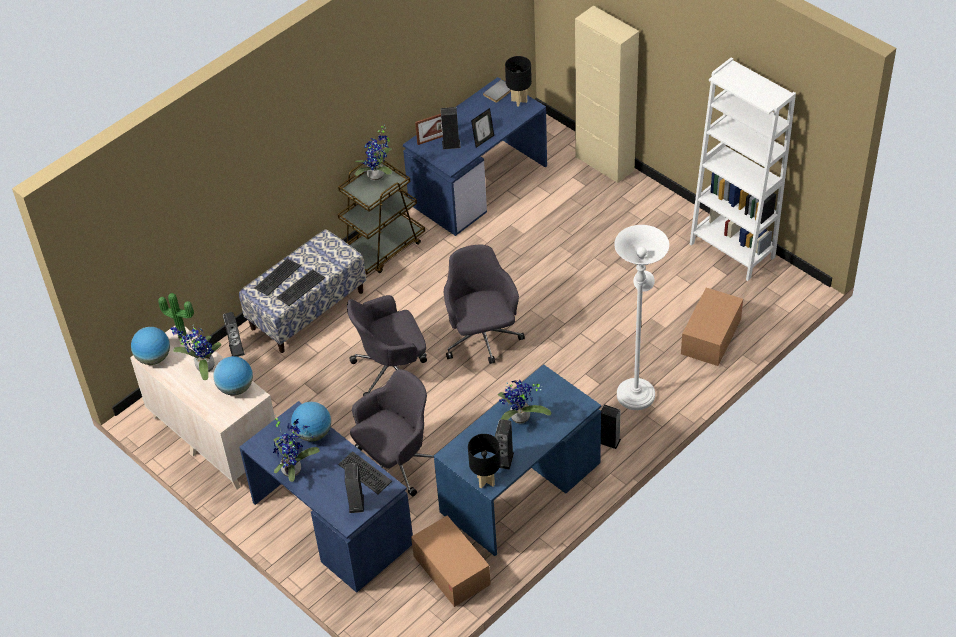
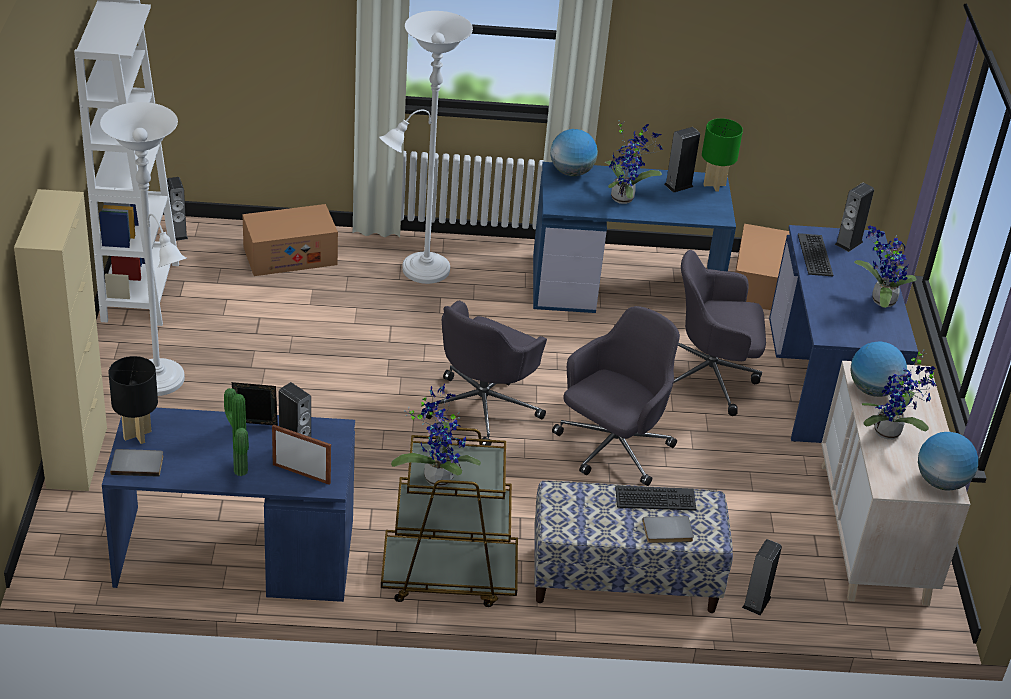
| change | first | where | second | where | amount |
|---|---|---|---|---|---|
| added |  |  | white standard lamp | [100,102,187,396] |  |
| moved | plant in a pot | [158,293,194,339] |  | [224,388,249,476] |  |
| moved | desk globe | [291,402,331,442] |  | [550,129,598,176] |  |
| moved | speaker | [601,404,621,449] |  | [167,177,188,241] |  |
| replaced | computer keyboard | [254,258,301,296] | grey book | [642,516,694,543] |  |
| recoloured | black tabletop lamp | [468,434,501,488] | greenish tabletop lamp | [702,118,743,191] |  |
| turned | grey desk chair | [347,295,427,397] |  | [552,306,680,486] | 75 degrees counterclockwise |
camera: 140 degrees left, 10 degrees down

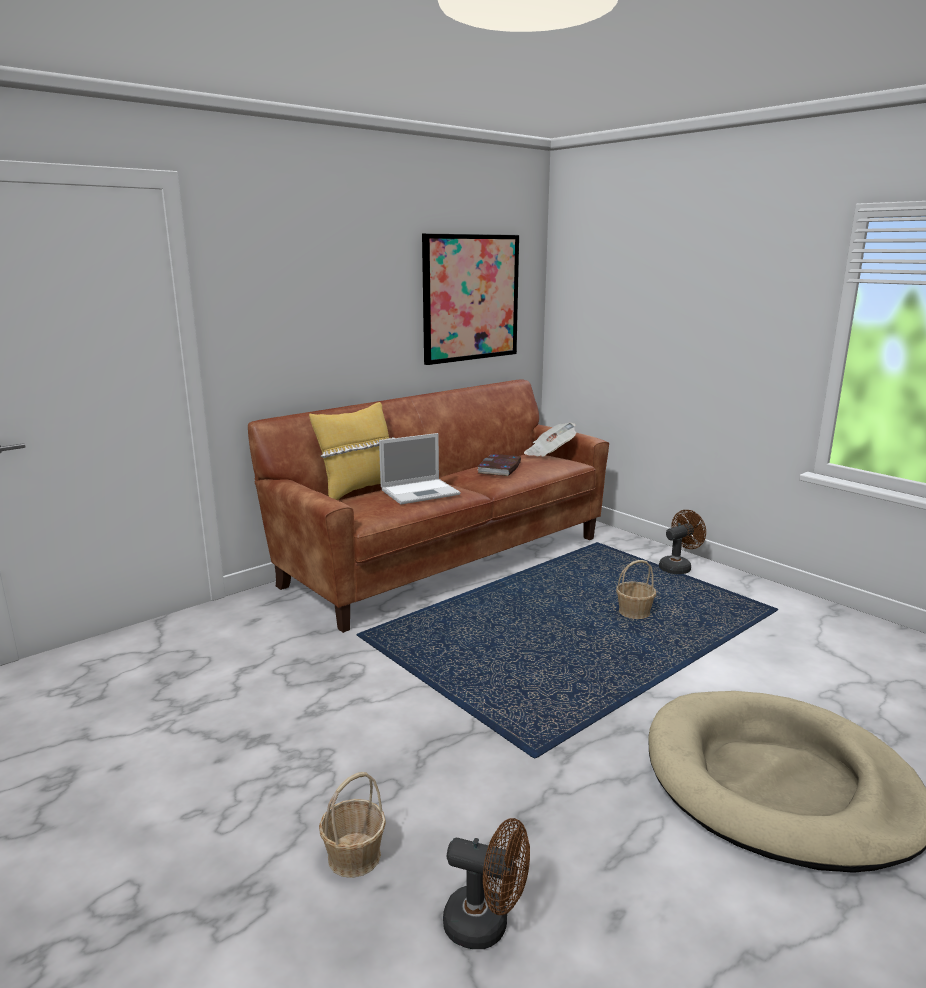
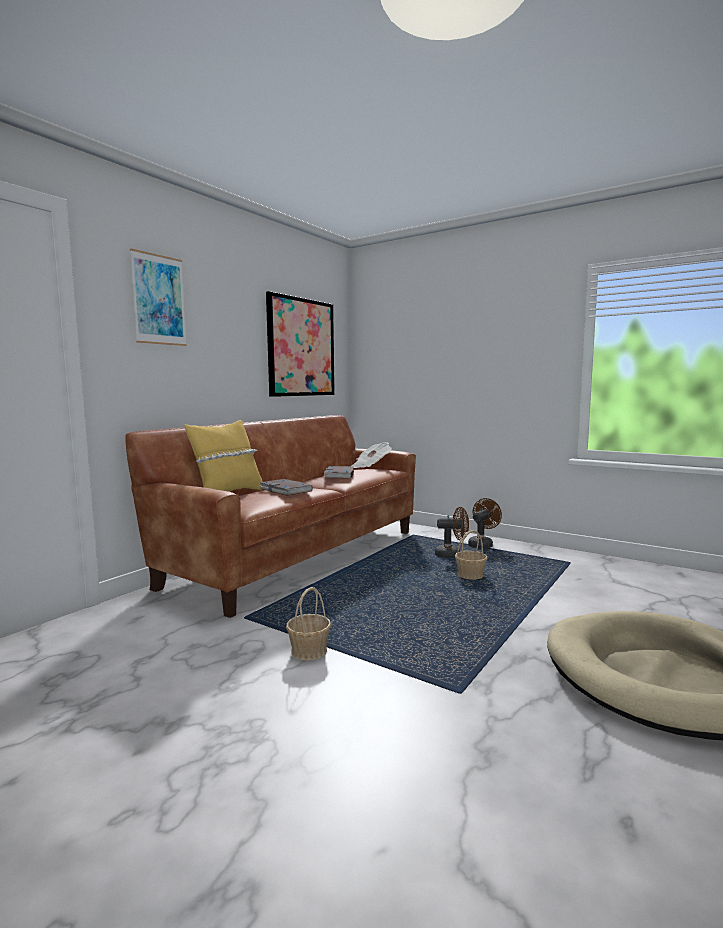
| change | first | where | second | where | amount |
|---|---|---|---|---|---|
| added |  |  | wall art | [130,249,187,346] |  |
| moved | household basket | [319,772,386,878] |  | [286,587,331,661] |  |
| moved | brown-coloured fan | [443,818,530,949] |  | [435,507,469,558] |  |
| replaced | laptop | [379,433,461,505] | book | [259,479,312,496] |  |
camera: 15 degrees left, 10 degrees down

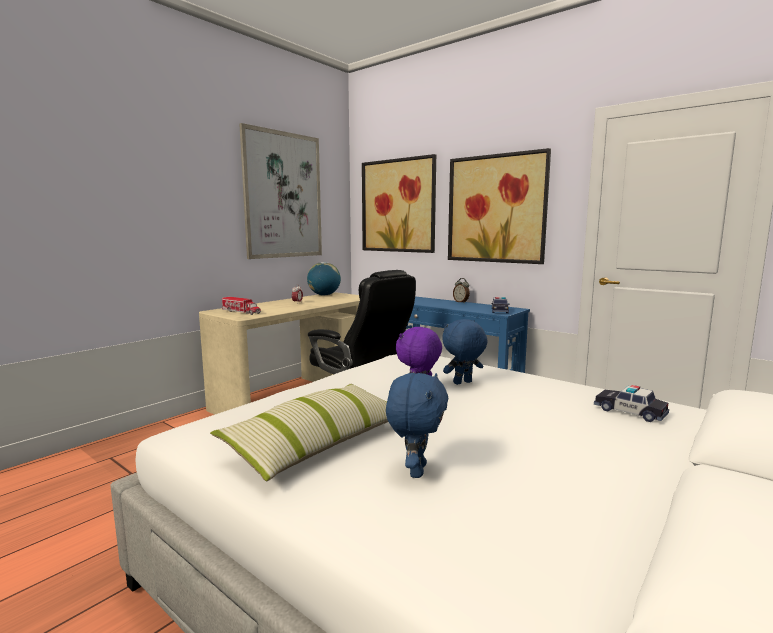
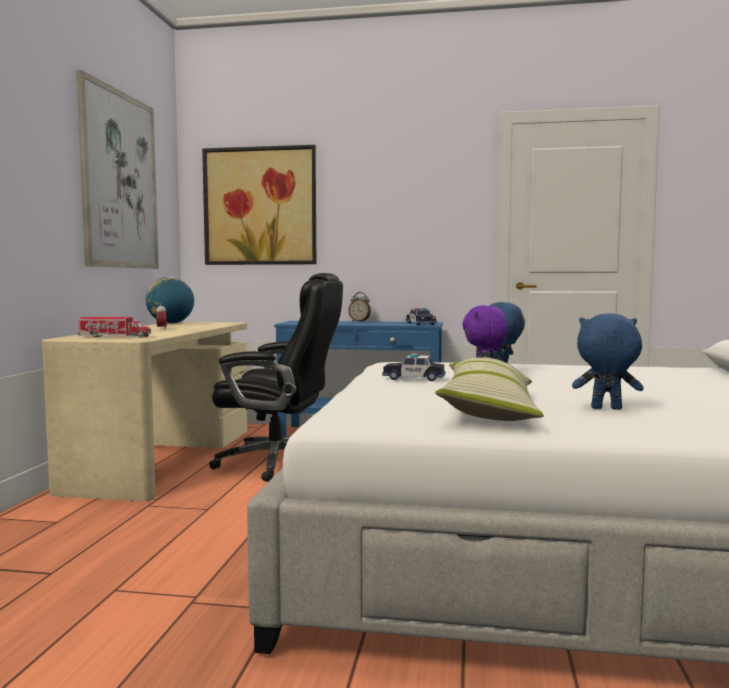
| change | first | where | second | where | amount |
|---|---|---|---|---|---|
| removed | wall art | [448,148,551,264] |  |  |  |
| moved | miniature car | [594,385,669,422] |  | [382,353,445,381] |  |
| turned | blue-coloured soft toy | [386,373,448,478] |  | [572,313,644,410] | 60 degrees counterclockwise |
camera: 30 degrees left, 5 degrees down

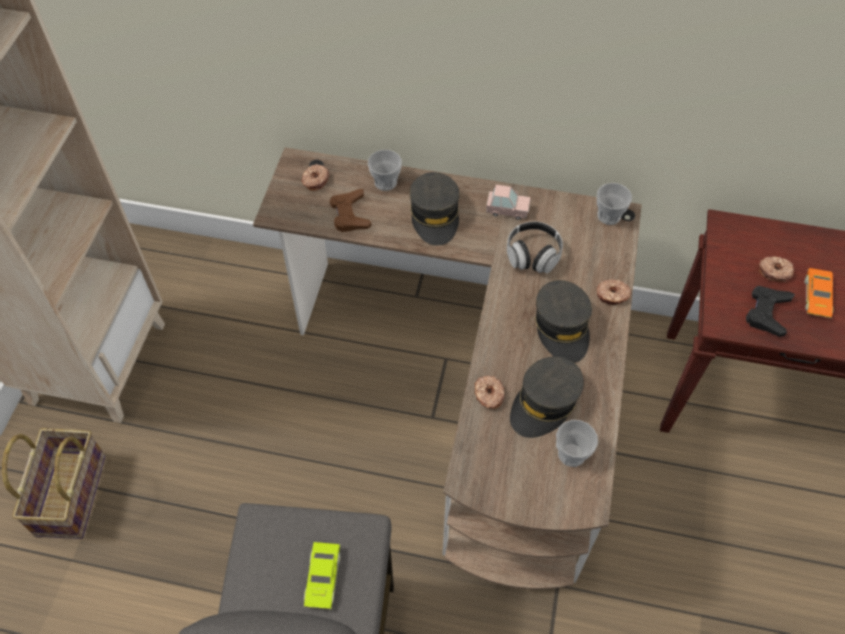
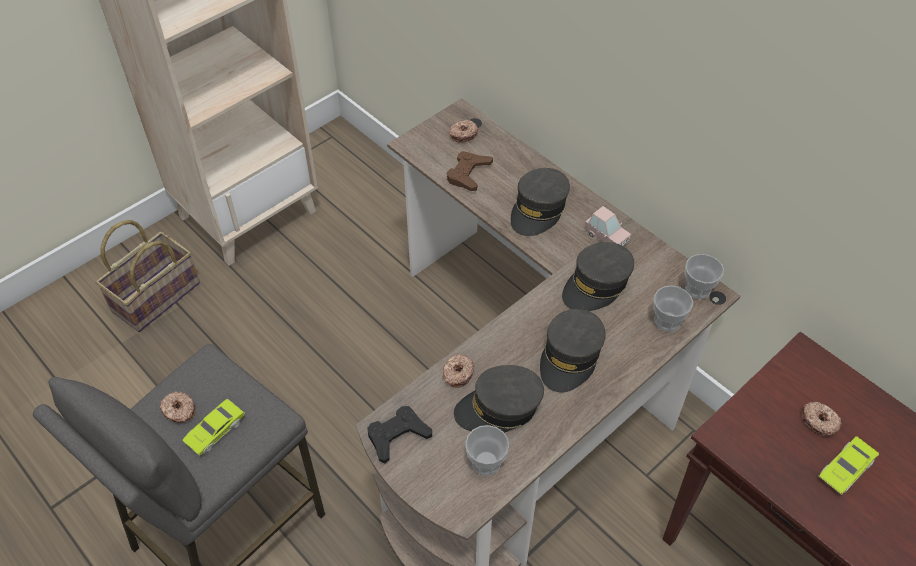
| change | first | where | second | where | amount |
|---|---|---|---|---|---|
| moved | drinking cup | [368,150,402,191] |  | [653,286,693,332] |  |
| moved | doughnut | [597,279,631,305] |  | [160,391,196,423] |  |
| moved | black game controller | [746,286,795,337] |  | [368,406,432,463] |  |
| replaced | headphones | [507,222,563,274] | grey cap | [562,242,634,311] |  |
| recoloured | orange miniature car | [805,268,833,318] | greenish miniature car | [818,436,879,495] |  |
camera: 35 degrees right, 5 degrees down

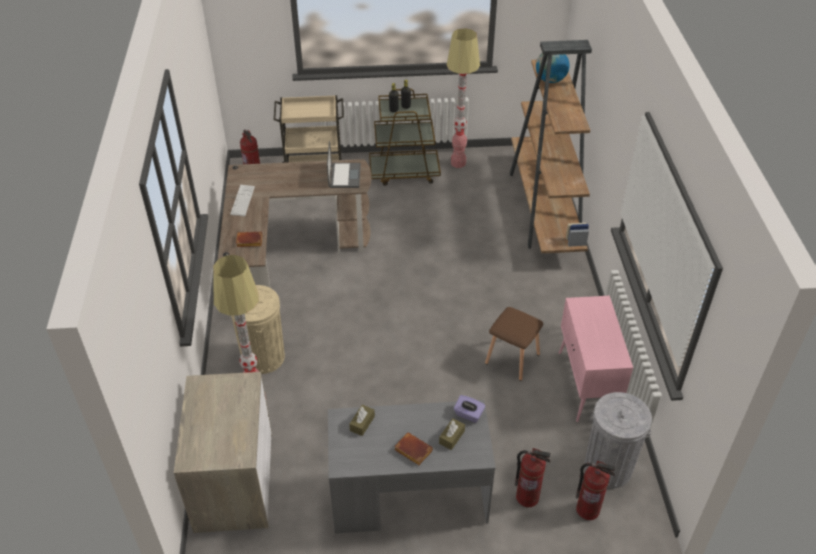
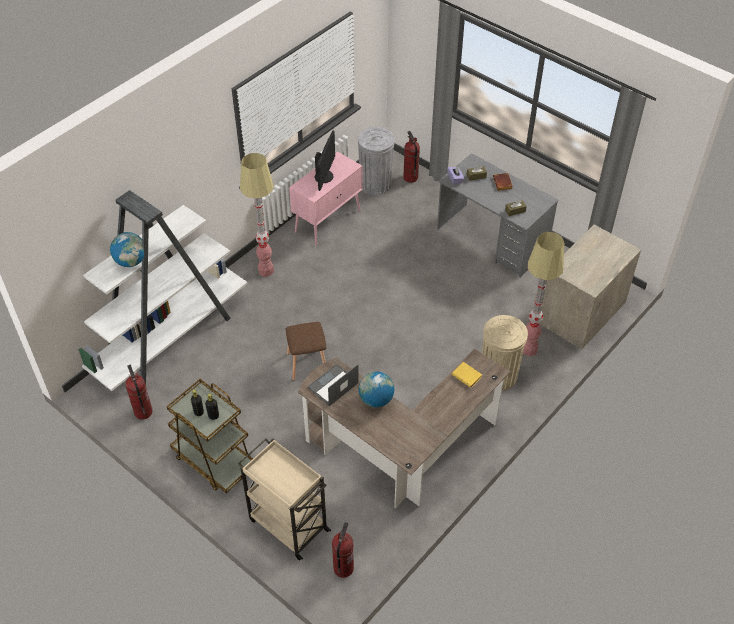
| change | first | where | second | where | amount |
|---|---|---|---|---|---|
| removed | computer keyboard | [230,185,255,216] |  |  |  |
| added |  |  | monitor | [315,130,335,191] |  |
| added |  |  | desk globe | [359,372,395,407] |  |
| moved | standard lamp | [447,28,480,168] |  | [240,153,274,277] |  |
| moved | brown-coloured stool | [485,307,543,381] |  | [286,322,326,381] |  |
| moved | fire extinguisher | [515,448,551,507] |  | [125,365,153,420] |  |
| recoloured | brown-coloured book | [236,232,263,247] | yellow book | [452,362,482,388] |  |
| recoloured | brown-coloured bookcase | [510,40,592,253] | white bookcase | [79,190,248,391] |  |
camera: 135 degrees left, 5 degrees up

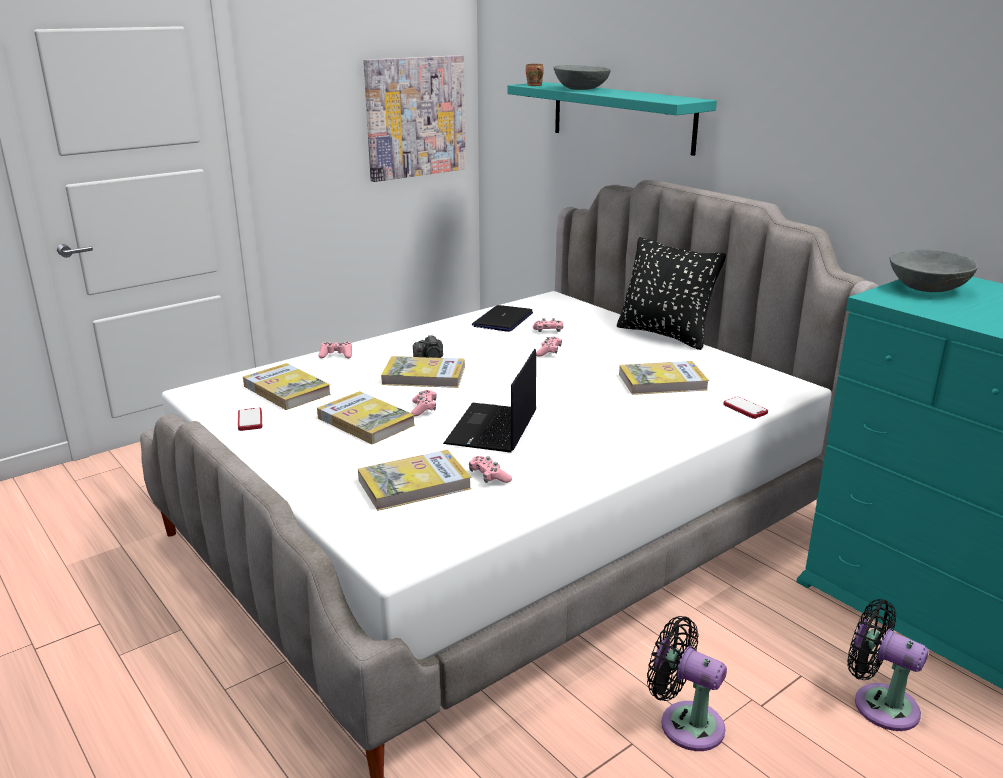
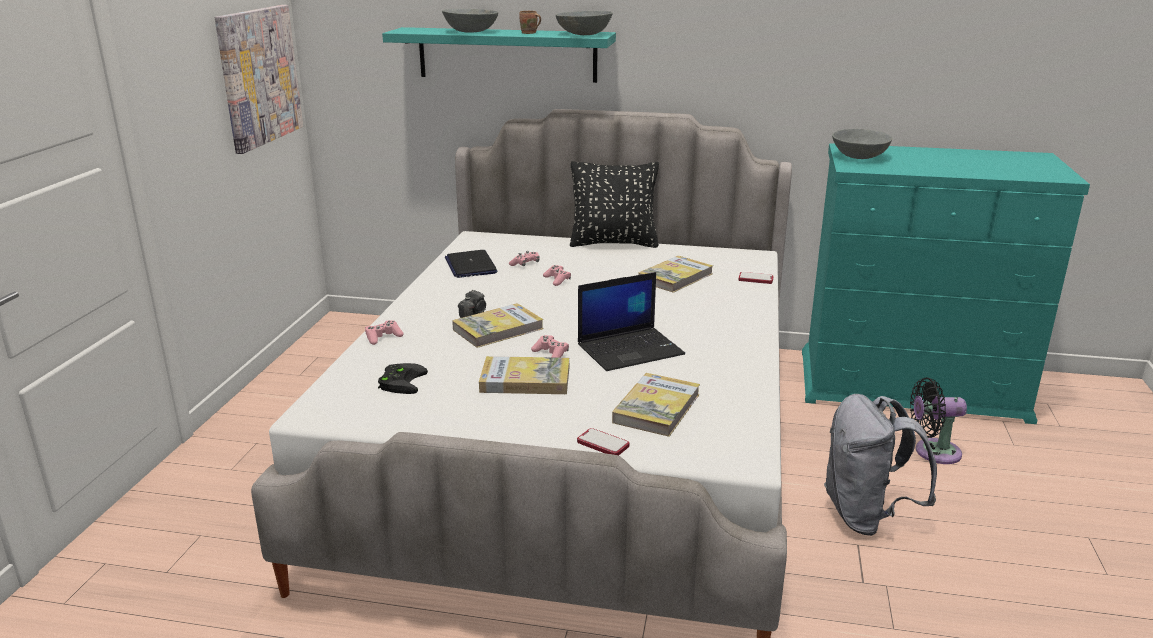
| change | first | where | second | where | amount |
|---|---|---|---|---|---|
| removed | pink game controller | [469,456,512,483] |  |  |  |
| added |  |  | grey serving bowl | [556,11,613,35] |  |
| moved | phone | [238,408,262,431] |  | [577,428,629,455] |  |
| moved | brown-coloured mug | [526,64,544,86] |  | [519,11,541,34] |  |
| replaced | book | [243,363,331,410] | black game controller | [378,363,428,394] |  |
| replaced | black fan | [647,616,727,751] | grey knapsack | [824,394,937,536] |  |
| turned | laptop | [443,349,536,453] |  | [578,272,685,371] | 90 degrees counterclockwise |
camera: 40 degrees left, 0 degrees up

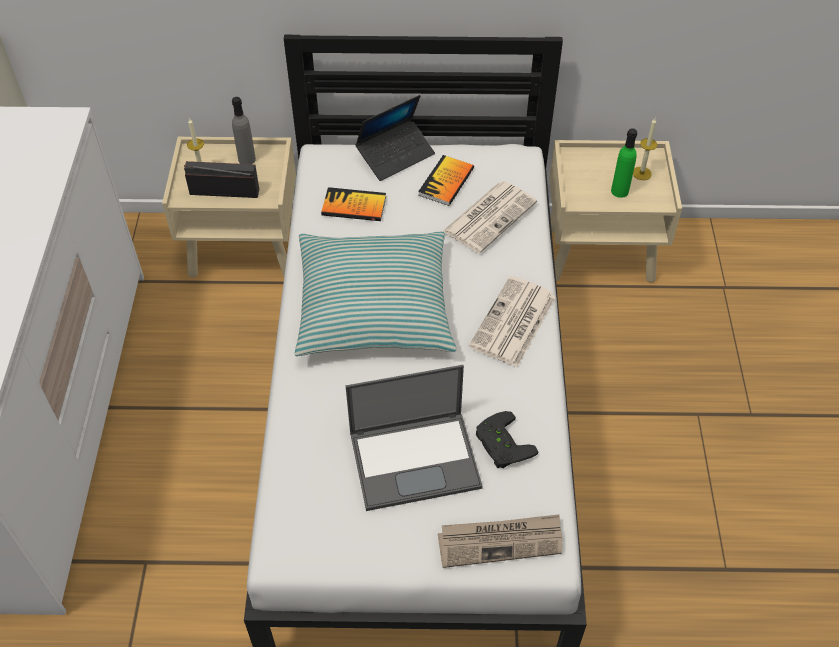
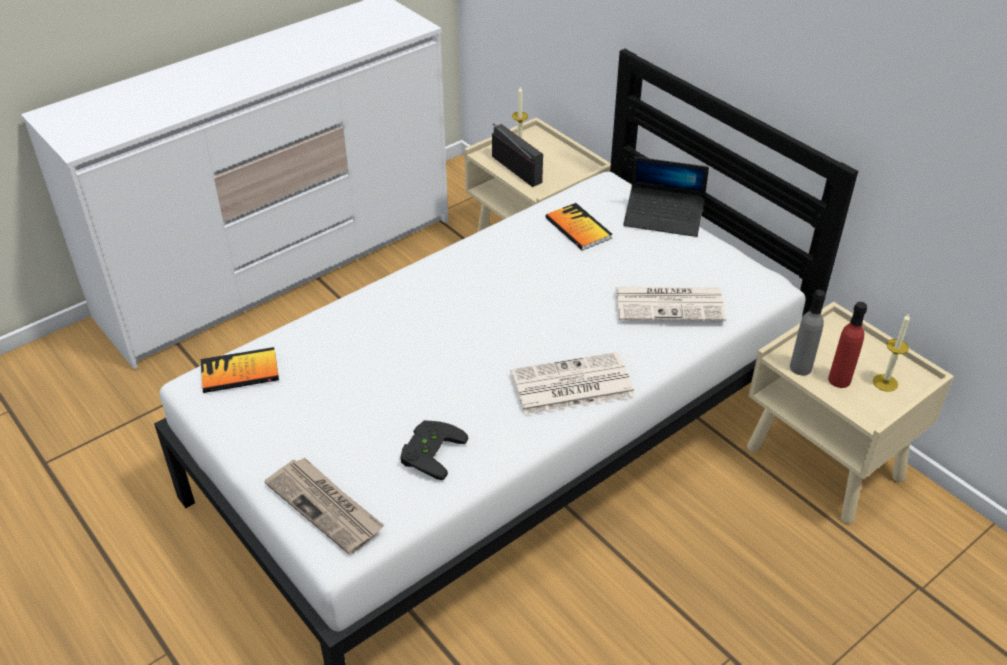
| change | first | where | second | where | amount |
|---|---|---|---|---|---|
| removed | pillow | [295,232,456,356] |  |  |  |
| removed | laptop | [346,365,482,511] |  |  |  |
| moved | grey beverage bottle | [232,97,256,164] |  | [790,290,826,376] |  |
| moved | book | [418,155,474,206] |  | [201,347,279,393] |  |
| recoloured | greenish beverage bottle | [611,128,637,198] | red-coloured beverage bottle | [828,302,867,388] |  |
camera: 50 degrees right, 10 degrees down

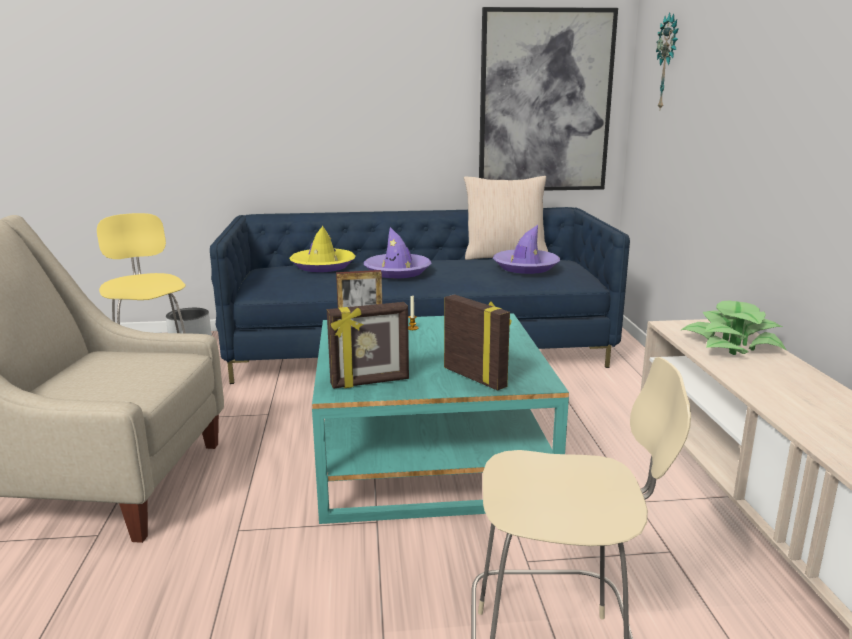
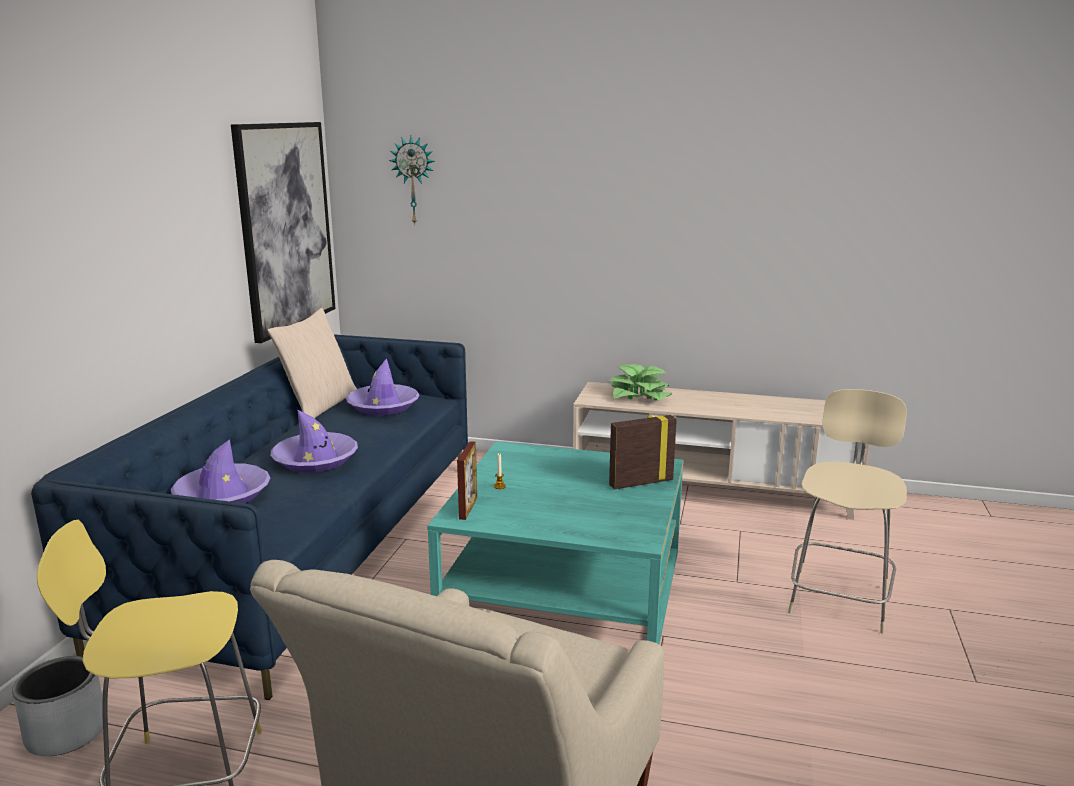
| change | first | where | second | where | amount |
|---|---|---|---|---|---|
| removed | standing frame | [327,302,409,389] |  |  |  |
| recoloured | yellow clothing hat | [289,226,356,272] | purplish clothing hat | [171,439,271,503] |  |
camera: 70 degrees left, 0 degrees up

